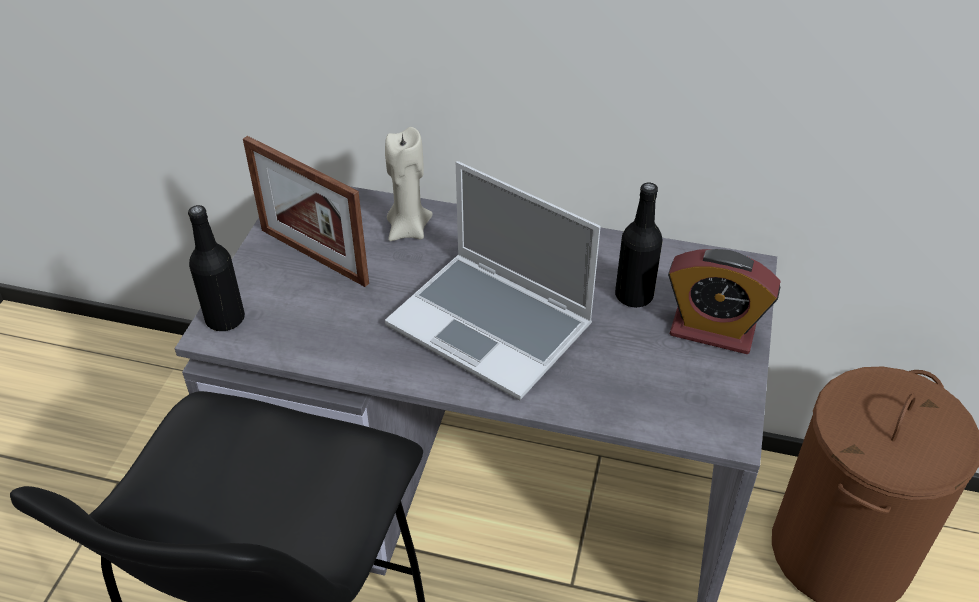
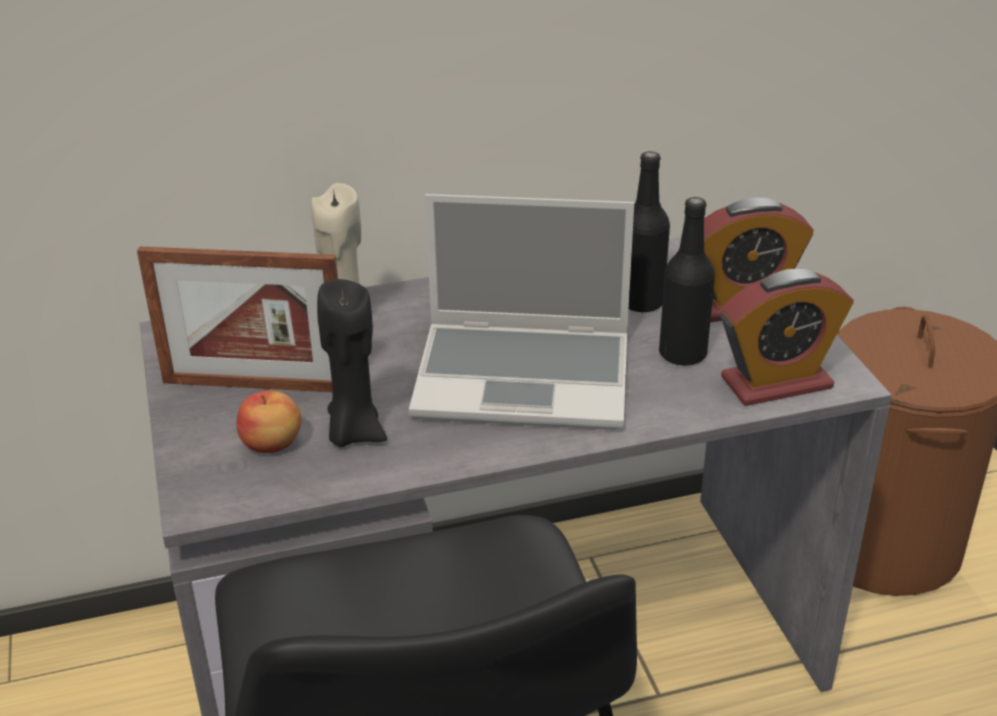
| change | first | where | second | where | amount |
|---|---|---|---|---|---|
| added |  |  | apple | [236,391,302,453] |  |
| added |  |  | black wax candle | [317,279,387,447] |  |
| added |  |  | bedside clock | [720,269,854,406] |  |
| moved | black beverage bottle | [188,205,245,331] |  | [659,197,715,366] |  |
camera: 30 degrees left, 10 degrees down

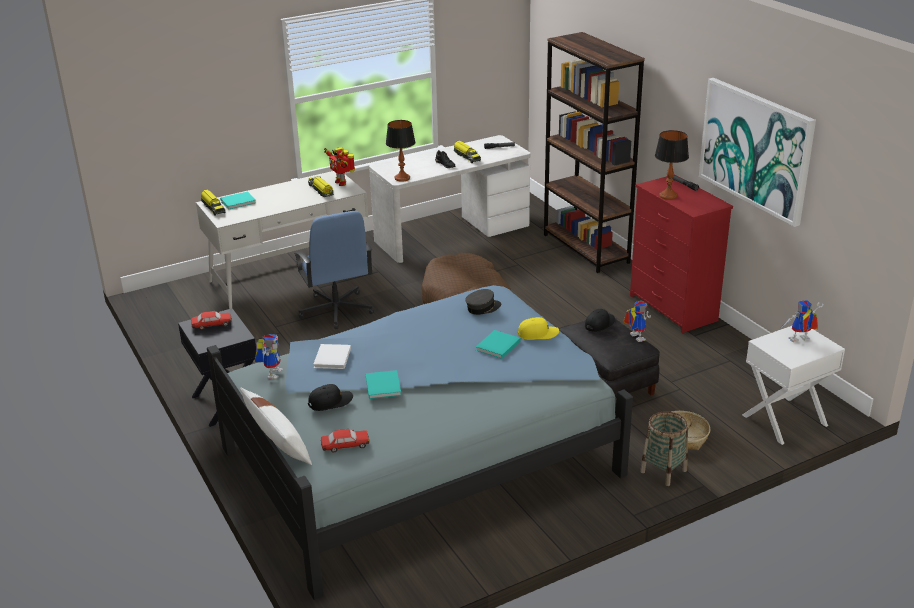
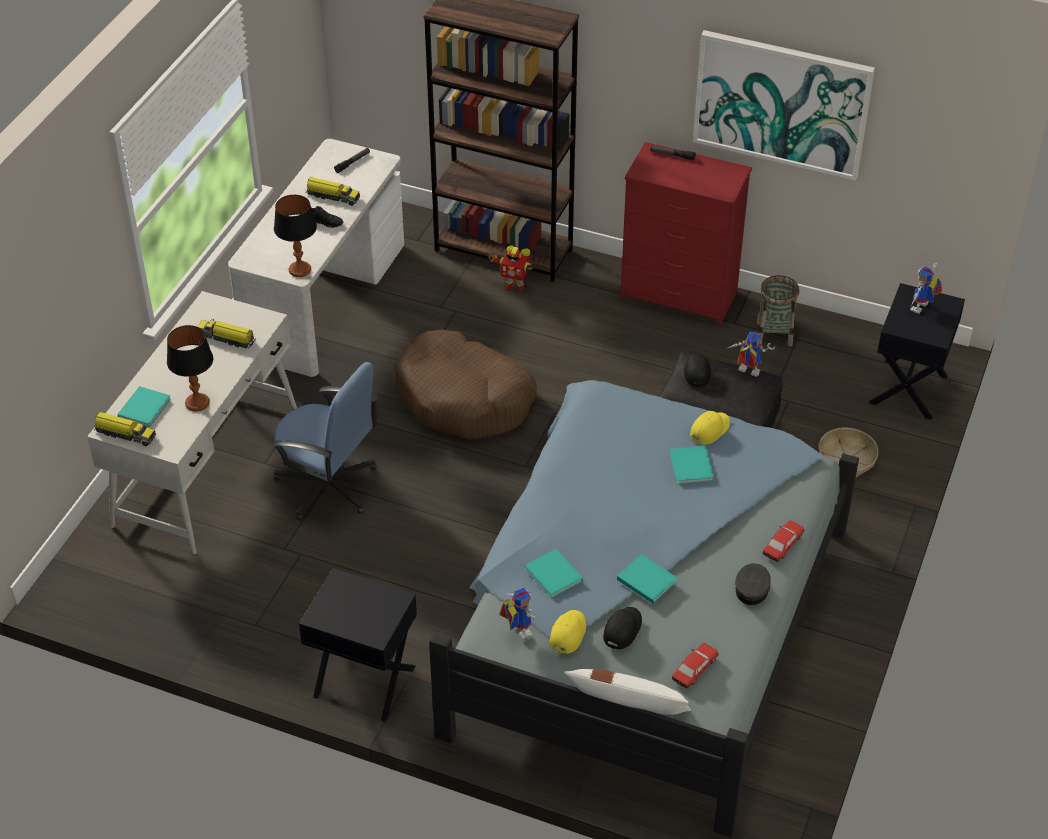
| change | first | where | second | where | amount |
|---|---|---|---|---|---|
| added |  |  | yellow cap | [550,610,586,654] |  |
| moved | miniature car | [191,311,232,330] |  | [763,520,804,562] |  |
| moved | robot figure | [324,147,355,186] |  | [487,245,533,293] |  |
| moved | grey cap | [465,289,501,315] |  | [735,563,771,605] |  |
| moved | household basket | [640,411,688,486] |  | [756,275,800,346] |  |
| moved | tabletop lamp | [655,130,689,200] |  | [167,325,213,411] |  |
| recoloured | white book | [313,344,351,369] | turquoise-coloured book | [525,549,583,599] |  |
| recoloured | white night table | [742,326,845,445] | black night table | [869,283,965,420] |  |
camera: 40 degrees left, 15 degrees up

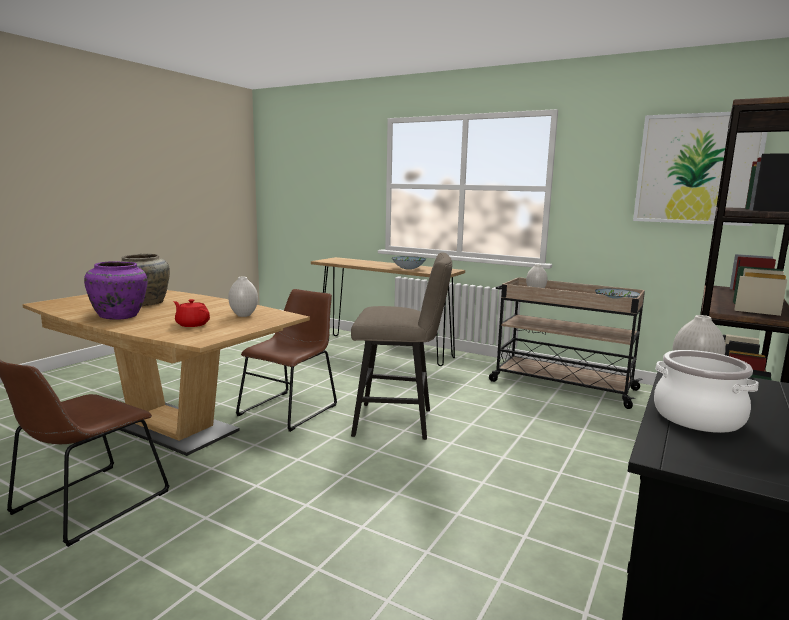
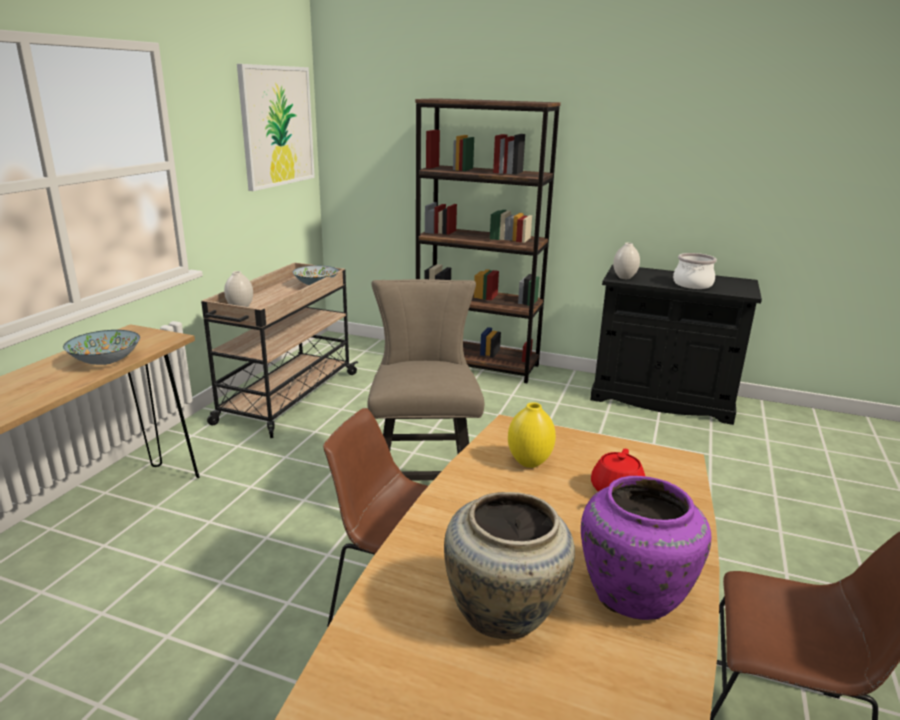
| change | first | where | second | where | amount |
|---|---|---|---|---|---|
| recoloured | white flower vase | [228,277,258,317] | yellow flower vase | [508,402,556,468] |  |
camera: 100 degrees left, 10 degrees up

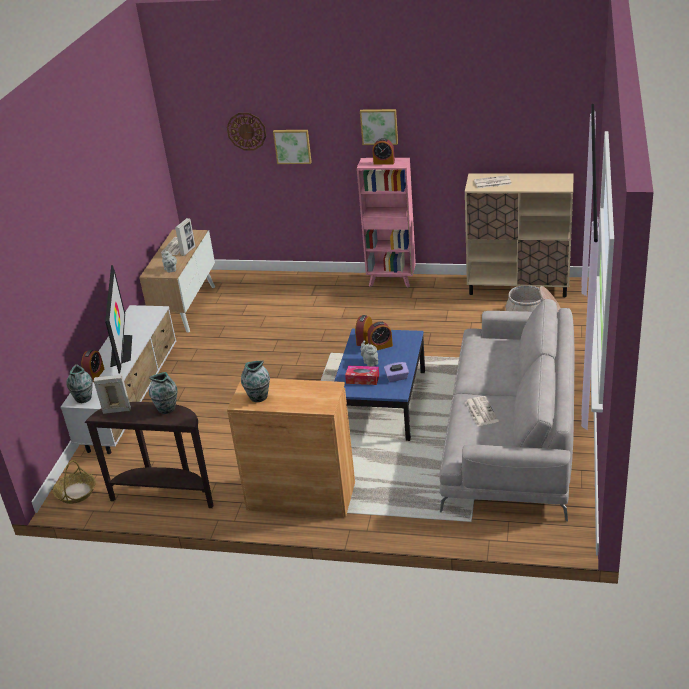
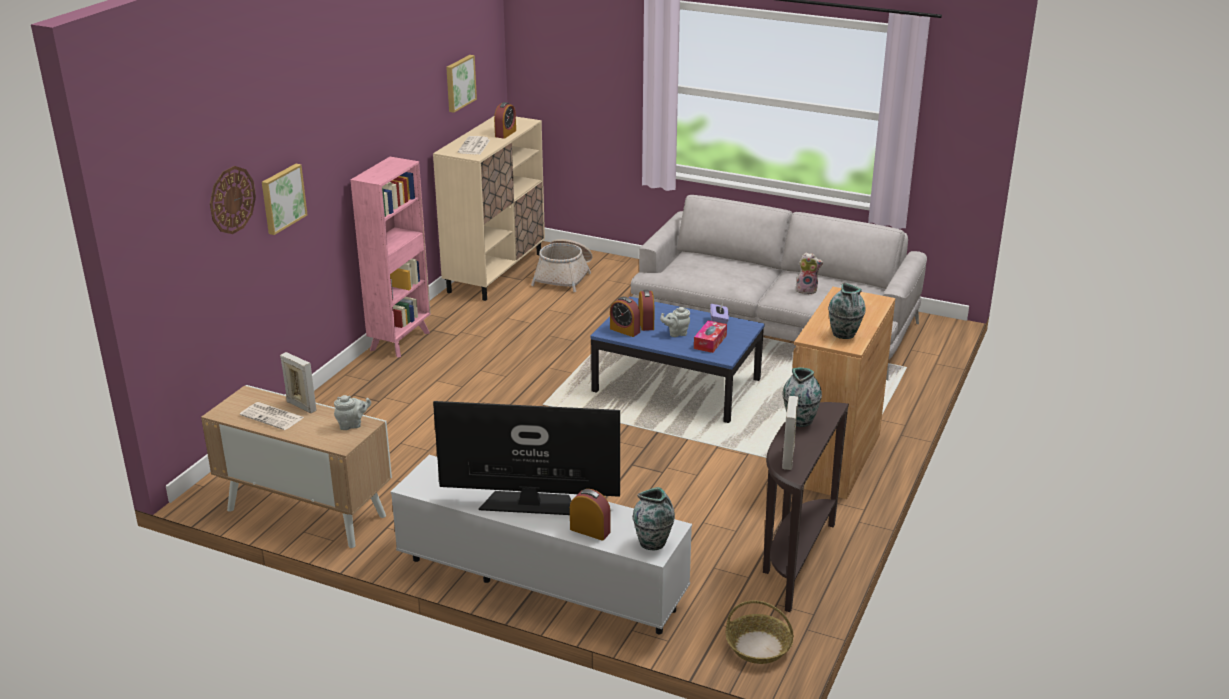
| change | first | where | second | where | amount |
|---|---|---|---|---|---|
| moved | wall art | [360,109,398,145] |  | [446,55,477,113] |  |
| moved | bedside clock | [373,138,395,165] |  | [494,102,516,139] |  |
| replaced | daily paper | [465,396,499,426] | soft toy | [796,253,823,294] |  |
camera: 80 degrees left, 5 degrees down

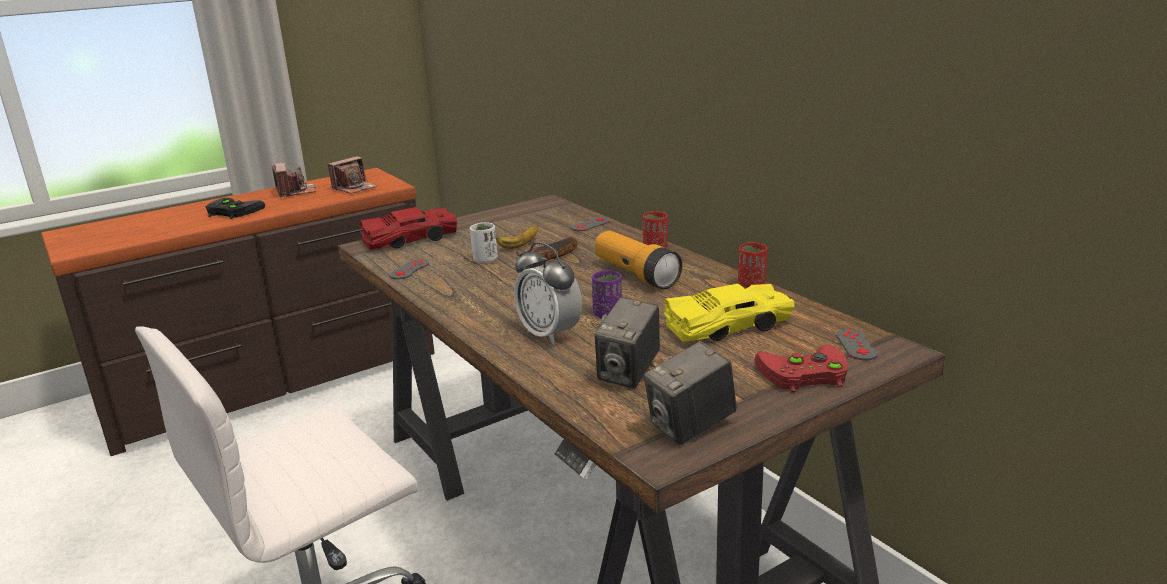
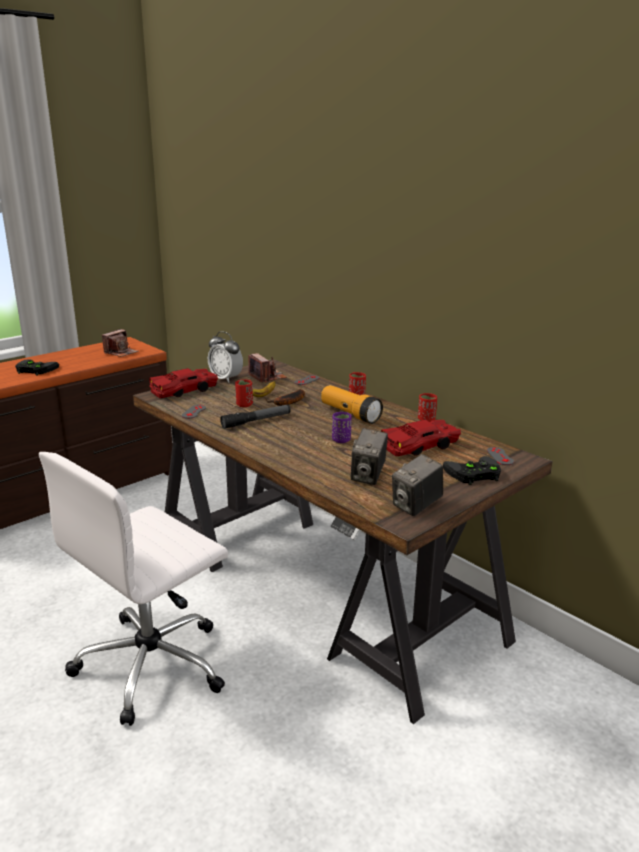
| change | first | where | second | where | amount |
|---|---|---|---|---|---|
| added |  |  | hand torch | [220,405,291,429] |  |
| moved | photo camera | [272,163,316,197] |  | [248,353,287,383] |  |
| moved | bedside clock | [514,242,582,345] |  | [208,331,243,383] |  |
| recoloured | white drinking cup | [470,222,498,263] | red-coloured drinking cup | [235,379,253,407] |  |
| recoloured | yellow miniature car | [664,284,795,342] | red-coloured miniature car | [381,420,461,456] |  |
| recoloured | red-coloured game controller | [755,345,848,393] | black game controller | [443,456,501,485] |  |
camera: 10 degrees left, 0 degrees up

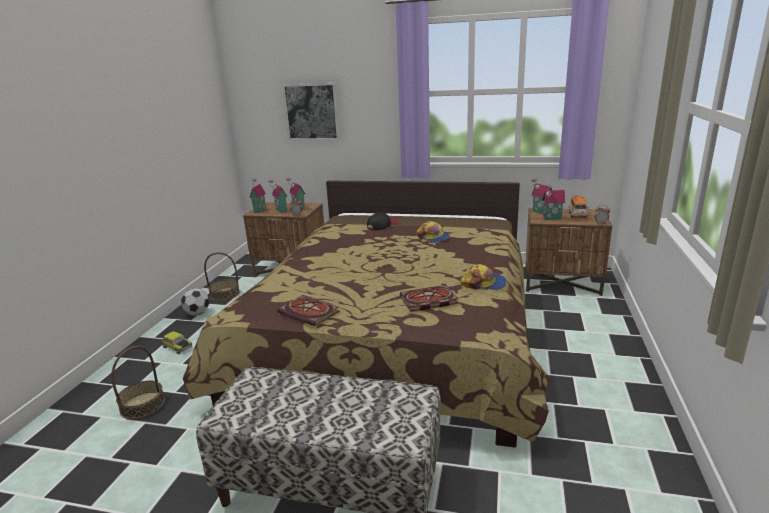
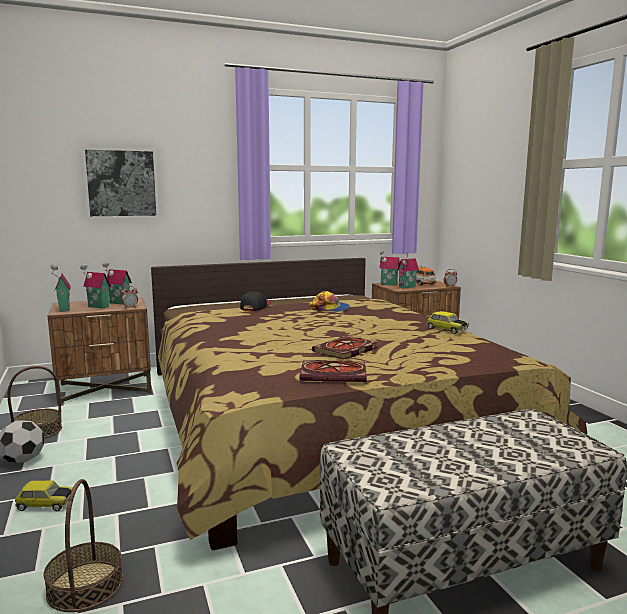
| change | first | where | second | where | amount |
|---|---|---|---|---|---|
| moved | book | [400,285,459,312] |  | [312,336,378,360] |  |
| replaced | cap | [460,264,507,290] | miniature car | [426,311,469,334] |  |
camera: 35 degrees left, 10 degrees down

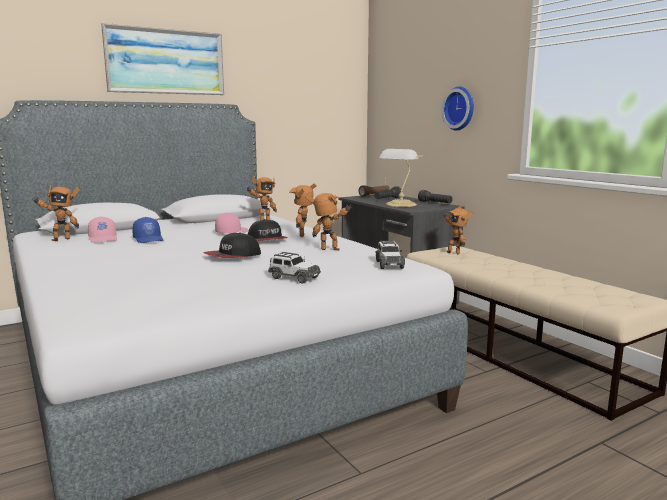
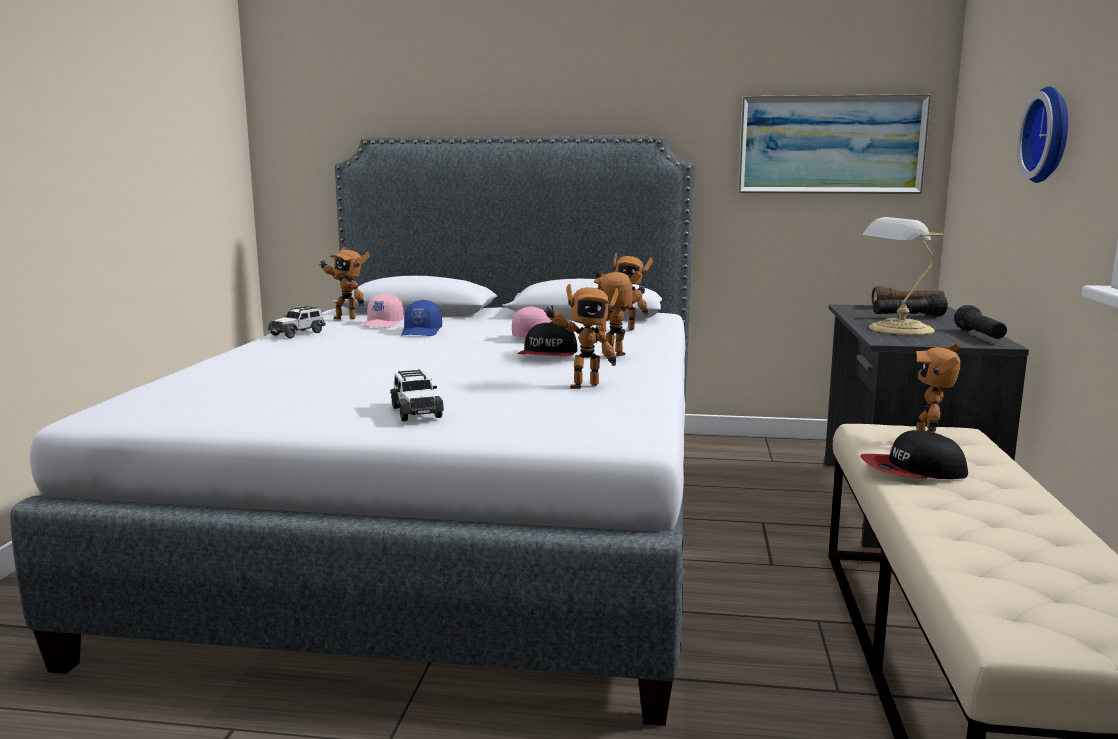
| change | first | where | second | where | amount |
|---|---|---|---|---|---|
| moved | wall art | [101,23,224,95] |  | [738,94,931,194] |  |
| moved | cap | [204,233,261,258] |  | [860,430,968,479] |  |
| moved | miniature car | [376,240,405,269] |  | [268,306,326,338] |  |
| turned | robot figure | [305,193,352,251] |  | [544,284,619,389] | 105 degrees clockwise |
camera: 40 degrees right, 0 degrees up

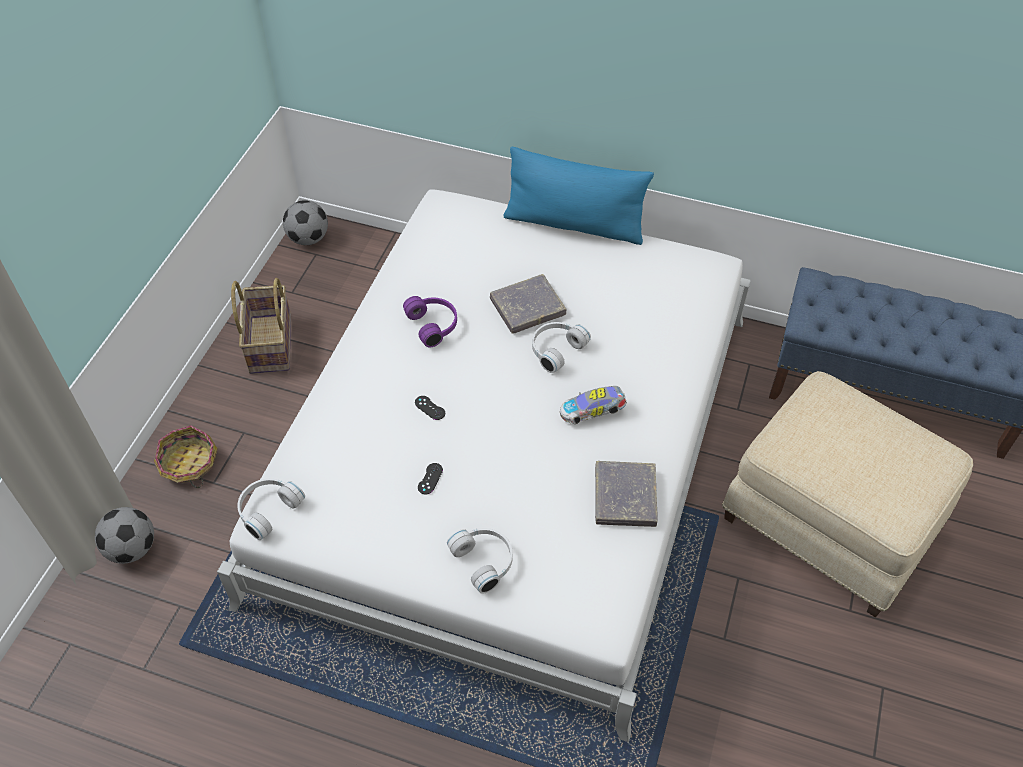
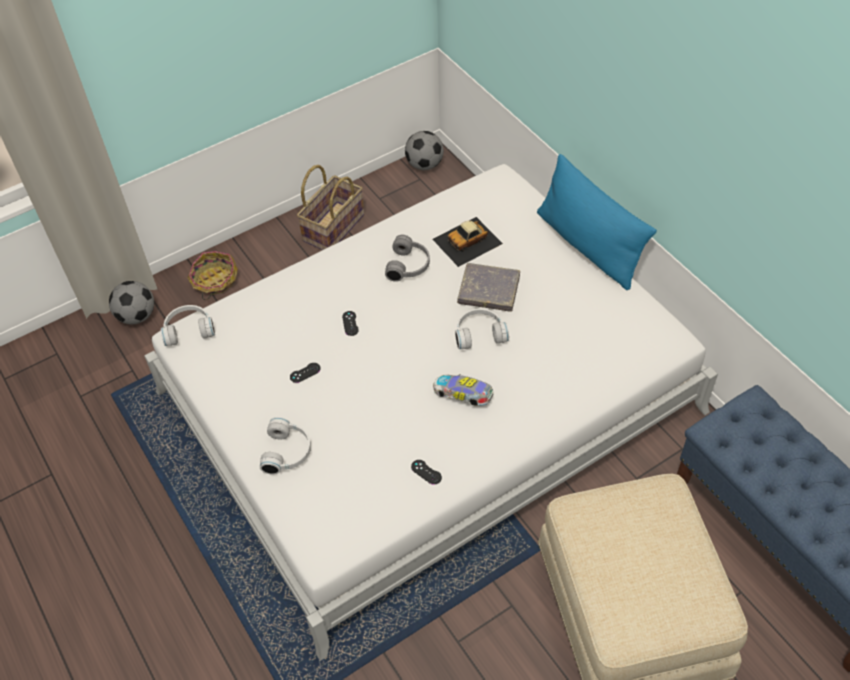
| change | first | where | second | where | amount |
|---|---|---|---|---|---|
| added |  |  | miniature car | [433,217,503,267] |  |
| replaced | grey book | [595,461,658,527] | black game controller | [411,460,442,485] |  |
| recoloured | purplish headphones | [403,296,457,347] | grey headphones | [385,235,430,282] |  |
camera: 40 degrees right, 0 degrees up

